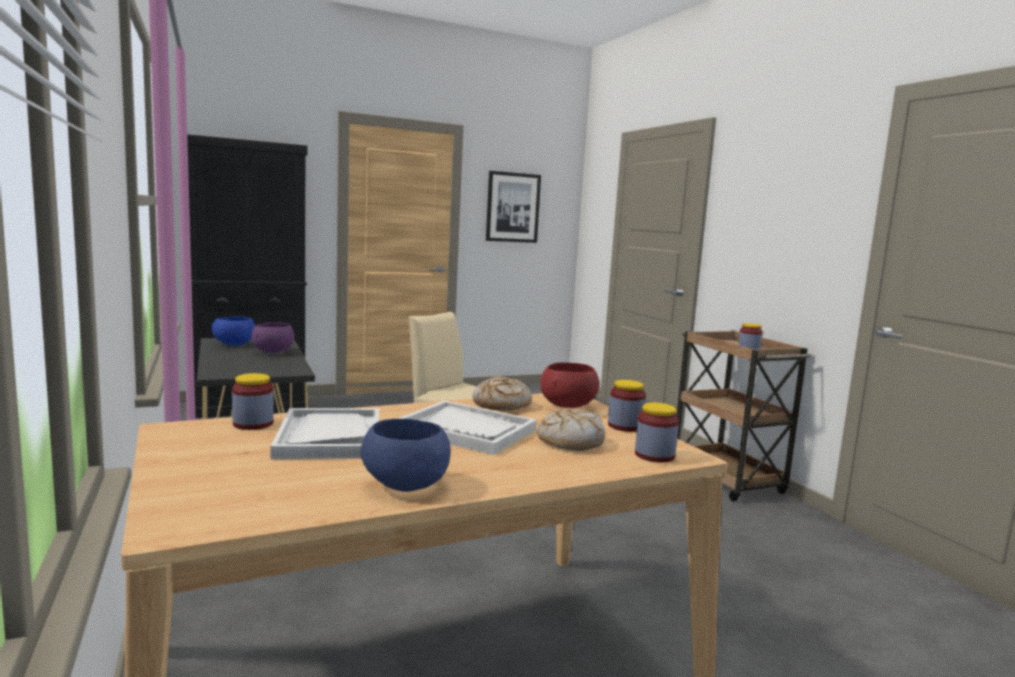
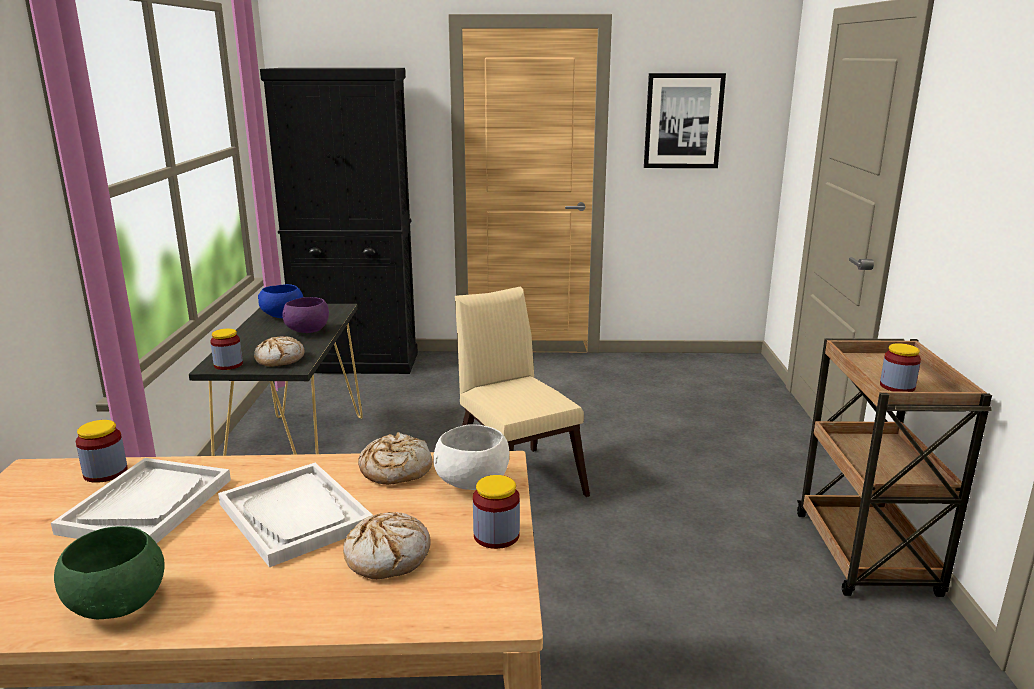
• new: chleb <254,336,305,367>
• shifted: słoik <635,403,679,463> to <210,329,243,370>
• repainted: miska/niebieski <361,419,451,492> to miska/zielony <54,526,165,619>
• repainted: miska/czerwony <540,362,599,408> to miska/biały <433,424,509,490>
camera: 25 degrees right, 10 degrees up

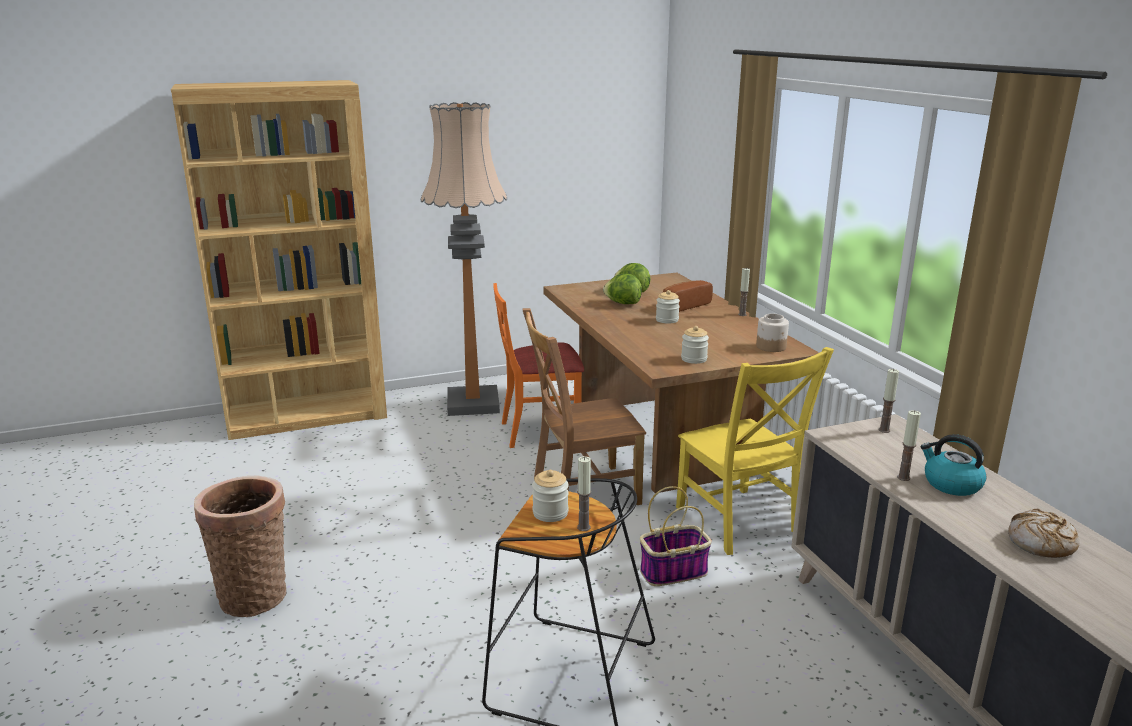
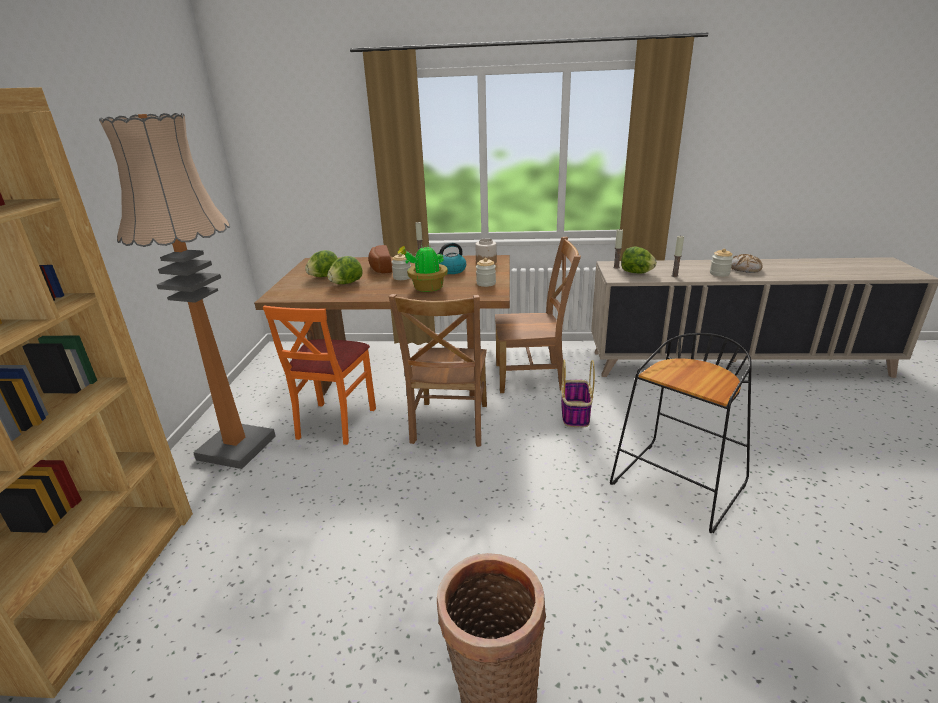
• gone: świeca <577,456,591,531>
• new: roślina doniczkowa <397,245,448,292>
• new: sałata <621,247,657,273>
• shifted: słoik <532,470,569,522> to <710,248,733,277>
• shifted: czajnik <921,434,987,496> to <438,243,466,274>
• repainted: krzesło/żółty <676,347,834,555> to krzesło/brązowy <495,236,581,393>
camera: 65 degrees left, 5 degrees up

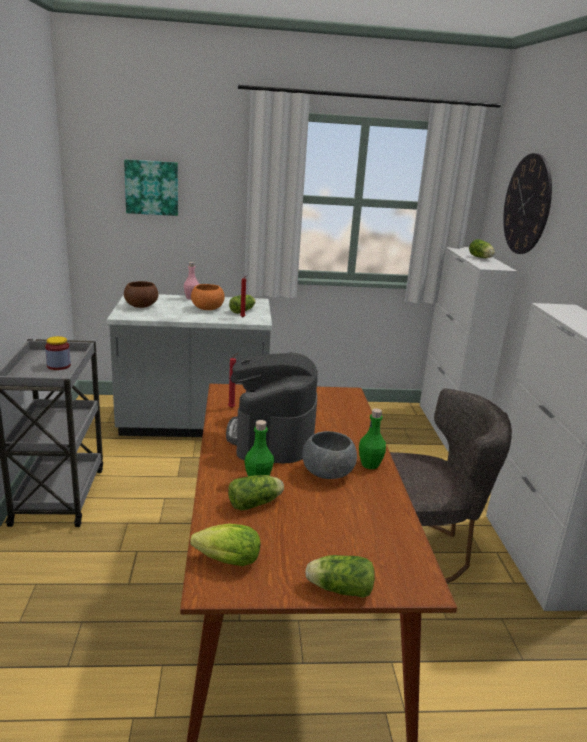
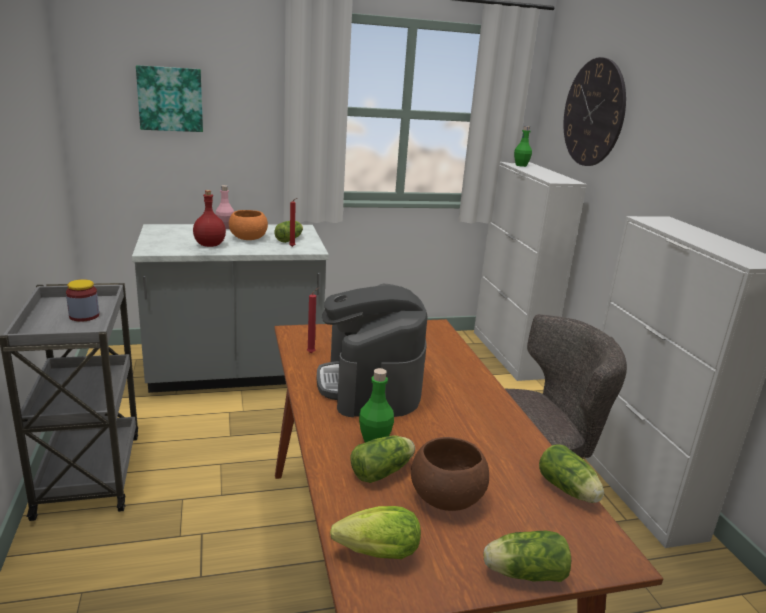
• gone: miska/szary <302,431,357,479>
• new: butelka/czerwony <193,190,226,247>
• shifted: miska/brązowy <124,281,158,308> to <411,437,489,511>
• shifted: butelka/zielony <359,408,386,469> to <514,126,532,167>
• shifted: sałata <469,239,495,258> to <539,444,604,503>
camera: 10 degrees left, 0 degrees up

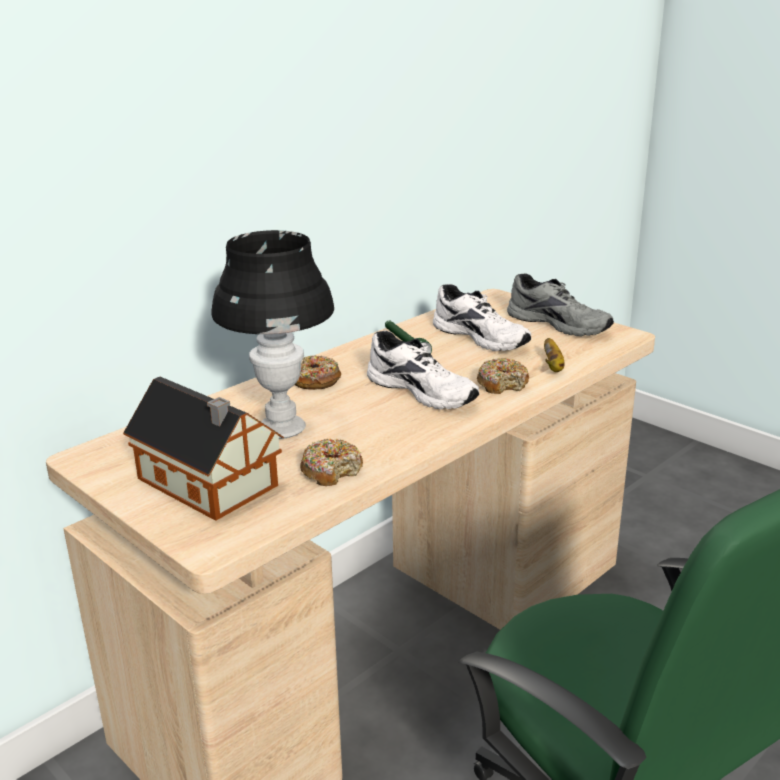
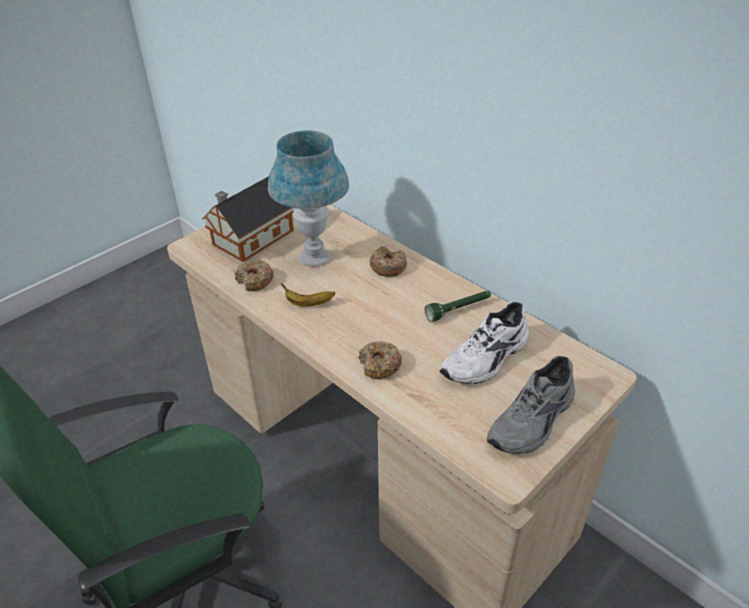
• gone: but/biały <367,331,479,410>
• shifted: banan <544,338,565,372> to <281,283,335,307>
• repainted: lampa stołowa/czarny <211,230,334,439> to lampa stołowa/niebieski <268,131,349,266>
camera: 90 degrees right, 15 degrees up

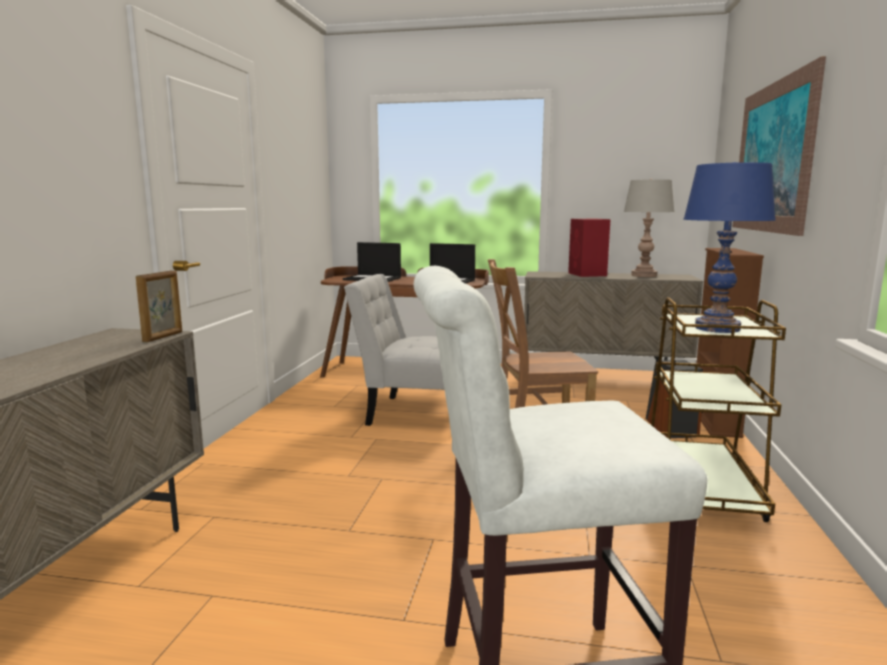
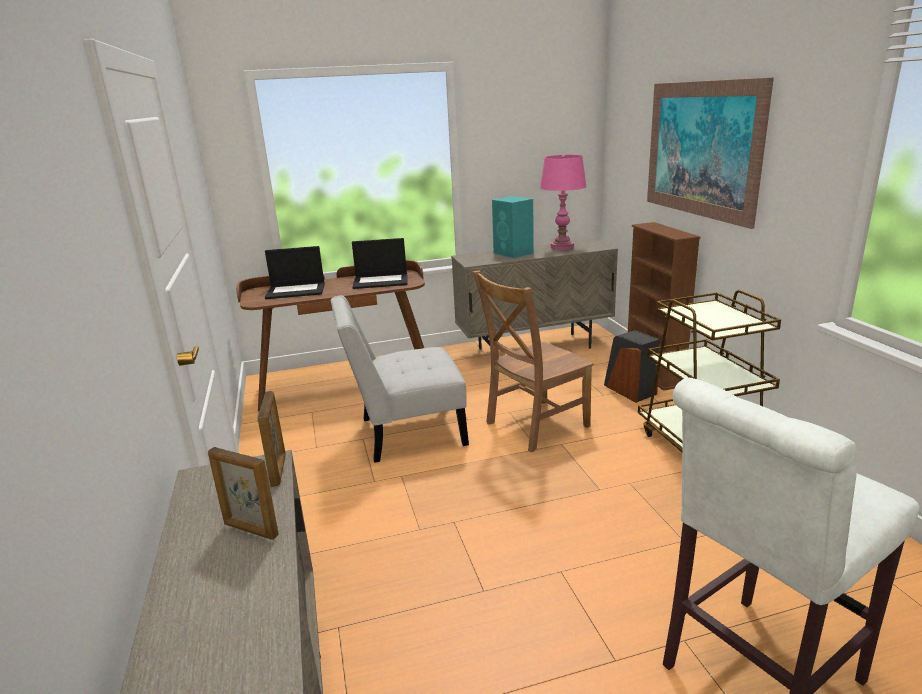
• gone: lampa stołowa/niebieski <683,162,776,333>
• new: ramka na zdjęcie <208,447,279,540>
• repainted: głośnik/czerwony <568,219,610,277> to głośnik/turkusowy <492,196,534,258>
• repainted: lampa stołowa/szary <624,179,675,277> to lampa stołowa/różowy <540,155,587,250>
camera: 25 degrees left, 10 degrees up

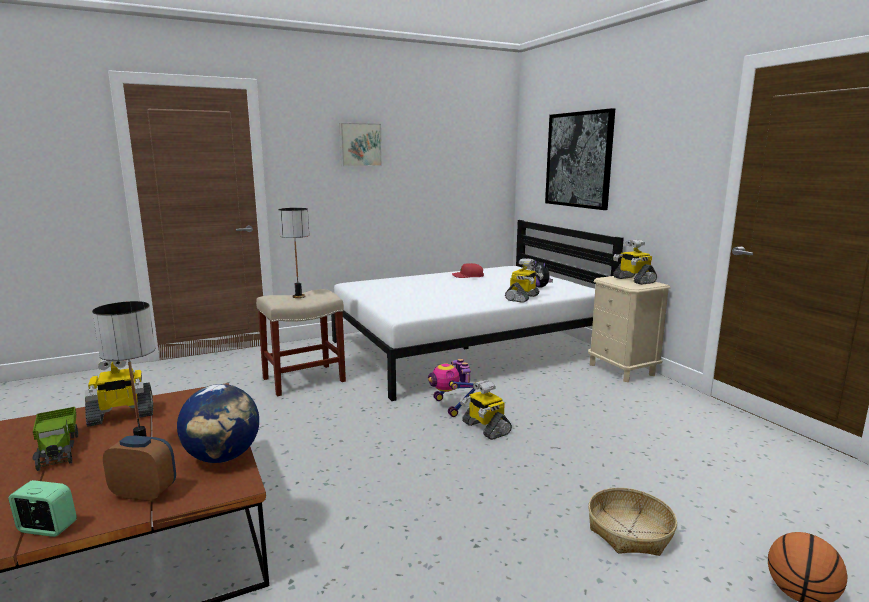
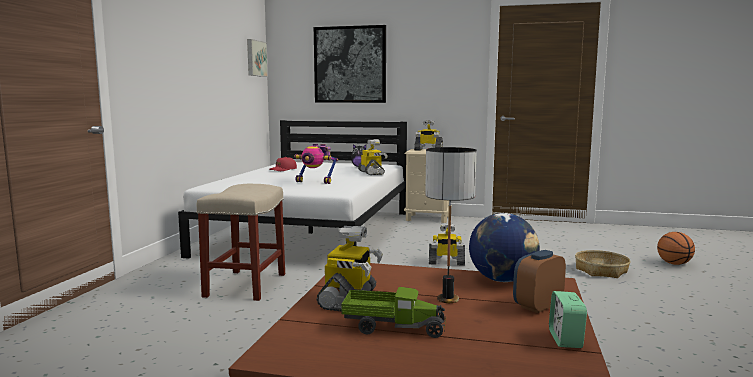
• gone: lampa stołowa <278,208,309,298>
• shifted: obraz <339,123,382,166> to <247,39,268,77>
• shifted: robot zabawkowy <428,359,475,417> to <294,144,338,184>
• rotated: budzik <9,480,77,537> = <549,291,587,348> 45 degrees counterclockwise
camera: 50 degrees left, 5 degrees down

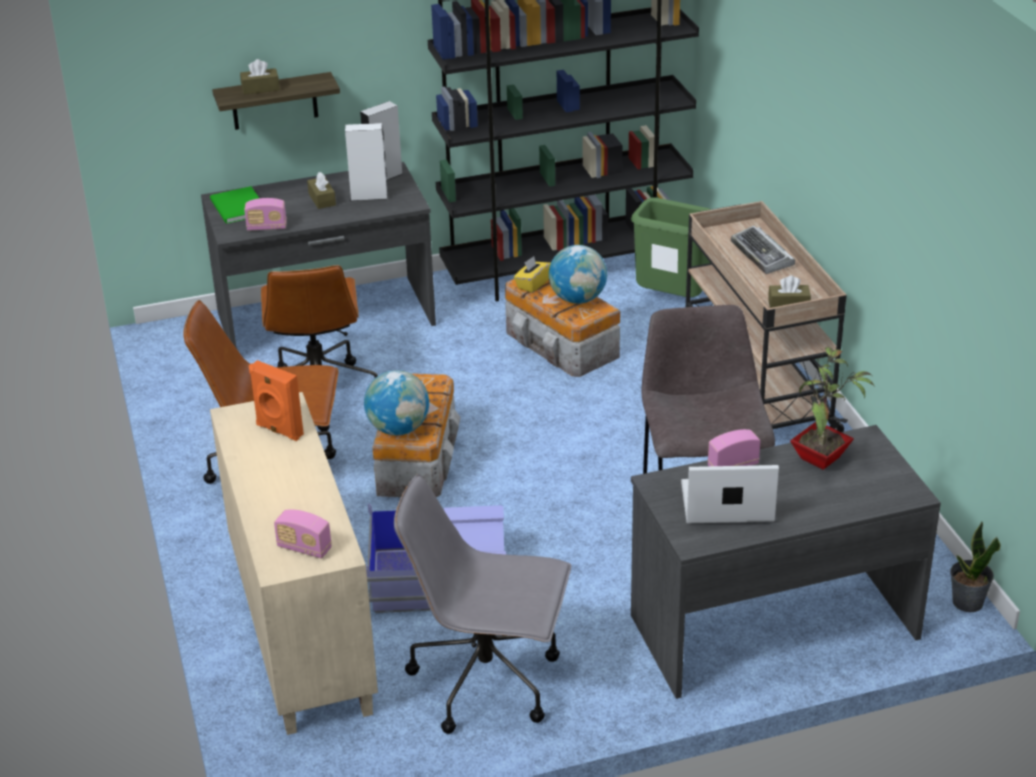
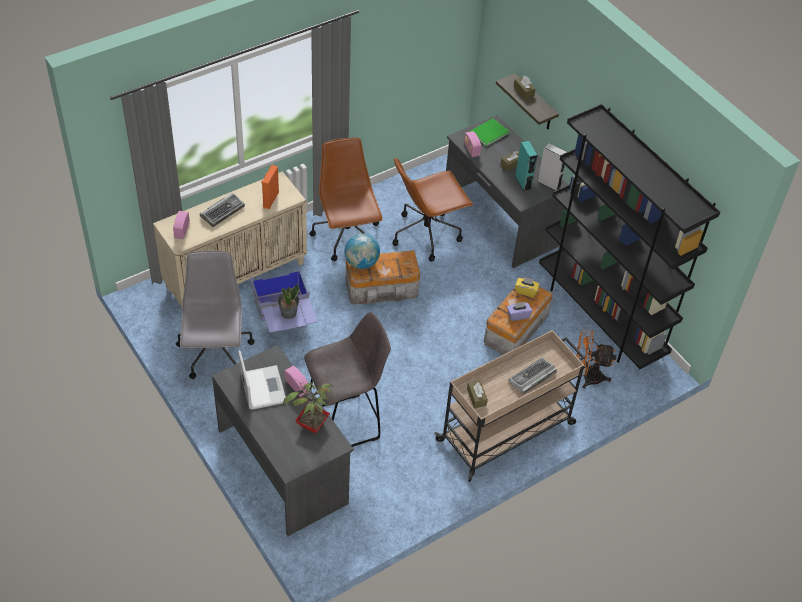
• new: klawiatura <200,193,245,227>
• shifted: roślina doniczkowa <950,521,1000,612> to <277,284,299,319>
• swapped: globus <549,245,607,304> to pudełko chusteczek/fioletowy <507,302,533,321>
• swapped: kosz na śmieci/zielony <631,197,711,297> to wentylator/pomarańczowy <577,329,616,389>
• repainted: głośnik/biały <345,123,388,201> to głośnik/turkusowy <515,141,538,191>
camera: 70 degrees right, 15 degrees up

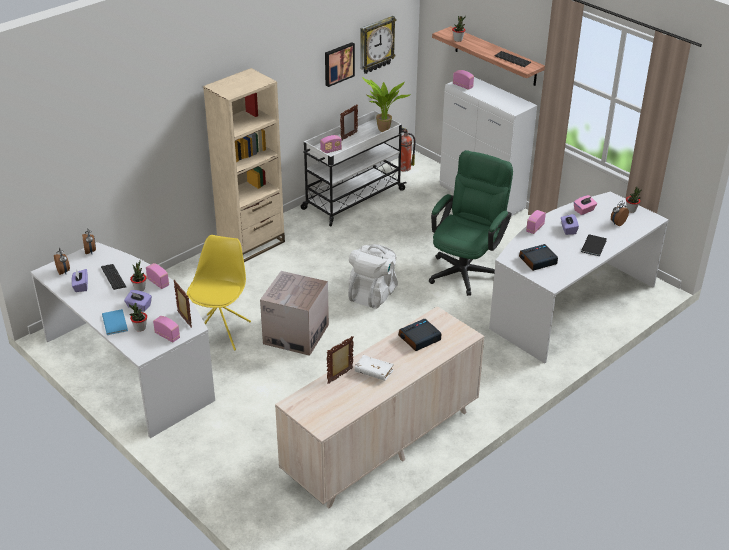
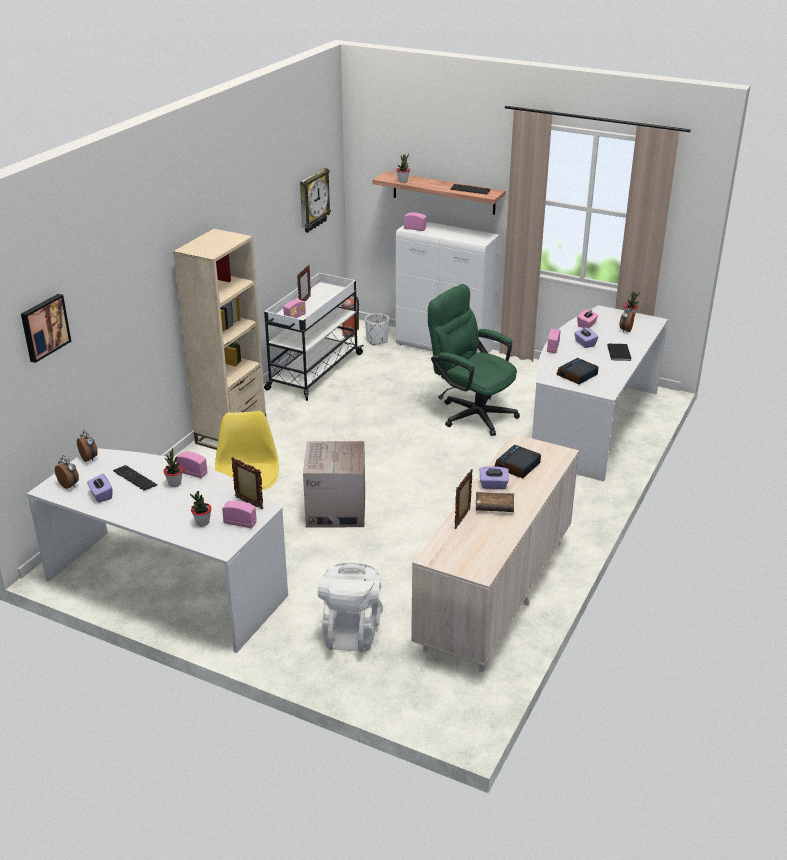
• gone: książka/niebieski <102,309,128,335>
• gone: roślina doniczkowa <362,77,411,132>
• new: donica/biały <365,313,389,345>
• shifted: pudełko chusteczek/fioletowy <124,290,152,312> to <480,466,509,489>
• shifted: obraz <325,42,355,87> to <21,294,71,363>
• shifted: plecak/biały <348,244,398,309> to <318,562,383,652>
• repainted: książka/biały <355,355,394,381> to książka/brązowy <476,492,514,512>
• rotated: krzesło biurowe/zielony <429,150,513,296> = <428,284,520,436> 60 degrees counterclockwise
camera: 20 degrees left, 5 degrees down

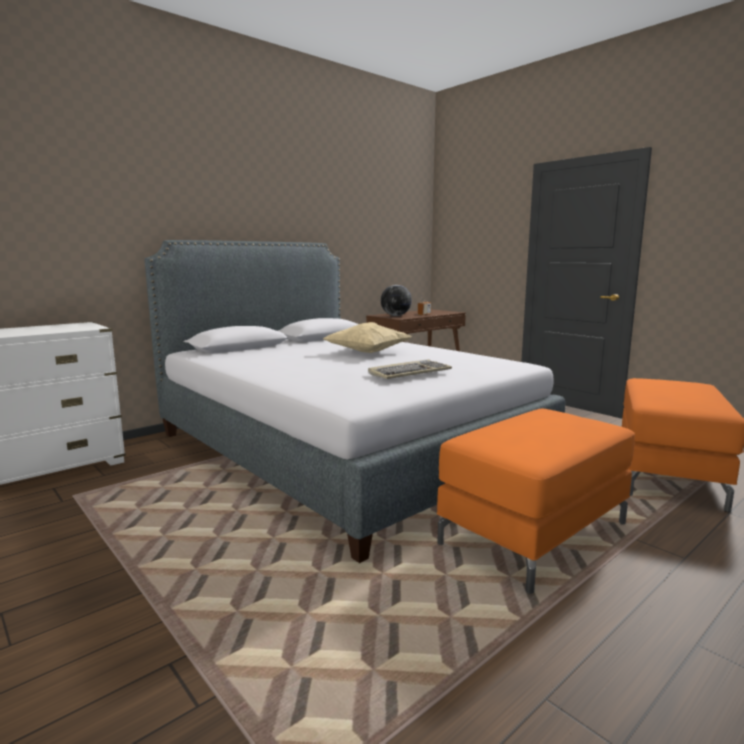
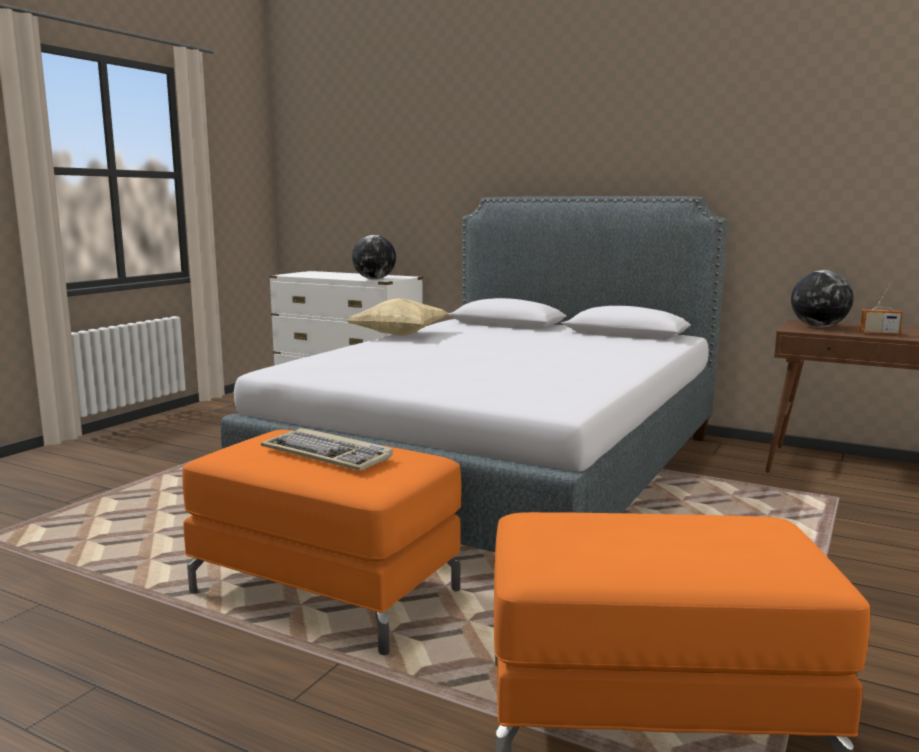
• new: globus <352,235,396,279>
• shifted: poduszka/beżowy <323,322,411,353> to <346,298,448,336>
• shifted: klawiatura <368,359,452,379> to <261,428,393,471>
camera: 70 degrees right, 0 degrees up

